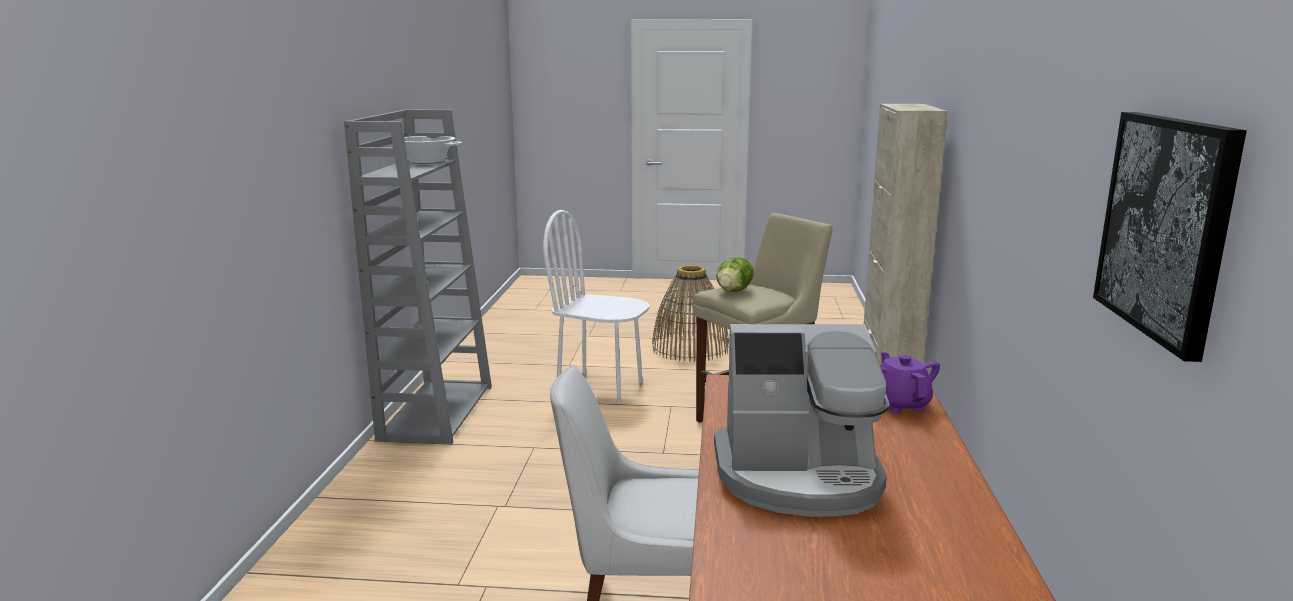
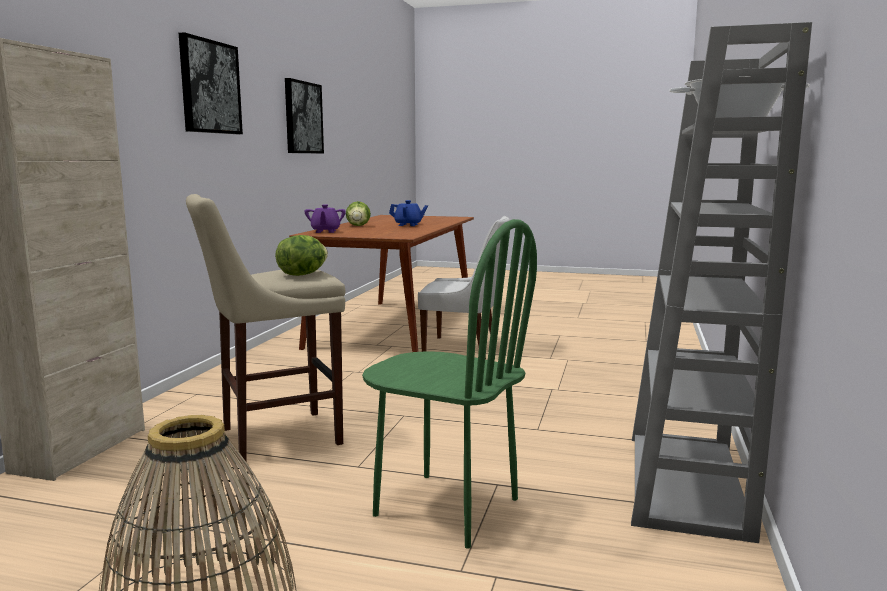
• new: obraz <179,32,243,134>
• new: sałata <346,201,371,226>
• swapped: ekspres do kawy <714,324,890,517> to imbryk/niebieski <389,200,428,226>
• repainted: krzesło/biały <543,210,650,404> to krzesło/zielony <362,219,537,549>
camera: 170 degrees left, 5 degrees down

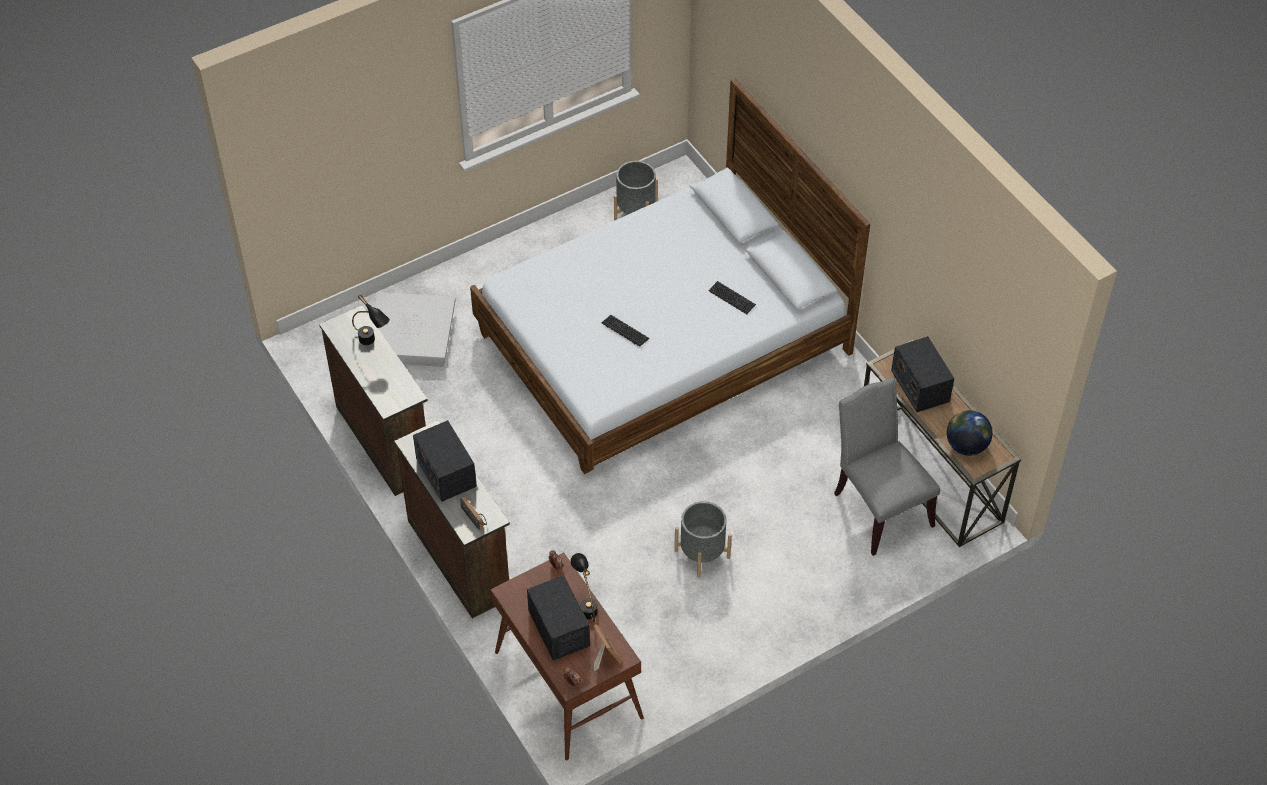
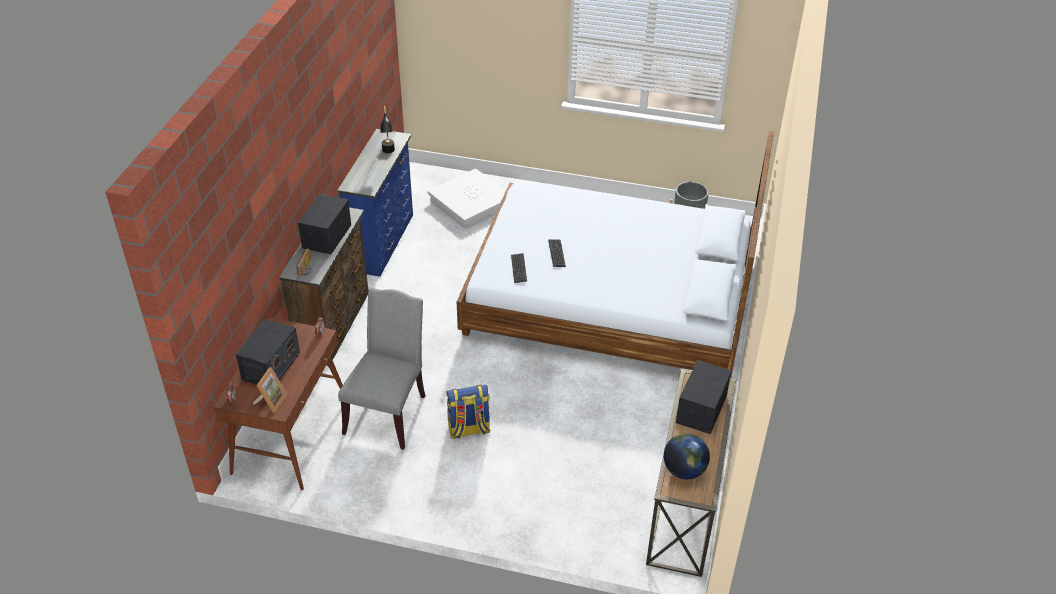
• gone: lampa stołowa/czarny <570,553,598,622>
• shifted: klawiatura <708,281,756,314> to <511,253,527,283>
• shifted: krzesło/szary <834,377,940,556> to <338,288,425,450>
• swapped: donica/szary <674,501,732,578> to plecak <446,385,491,439>
• repainted: komoda/brązowy <319,305,428,496> to komoda/niebieski <337,129,413,277>
camera: 45 degrees right, 10 degrees down

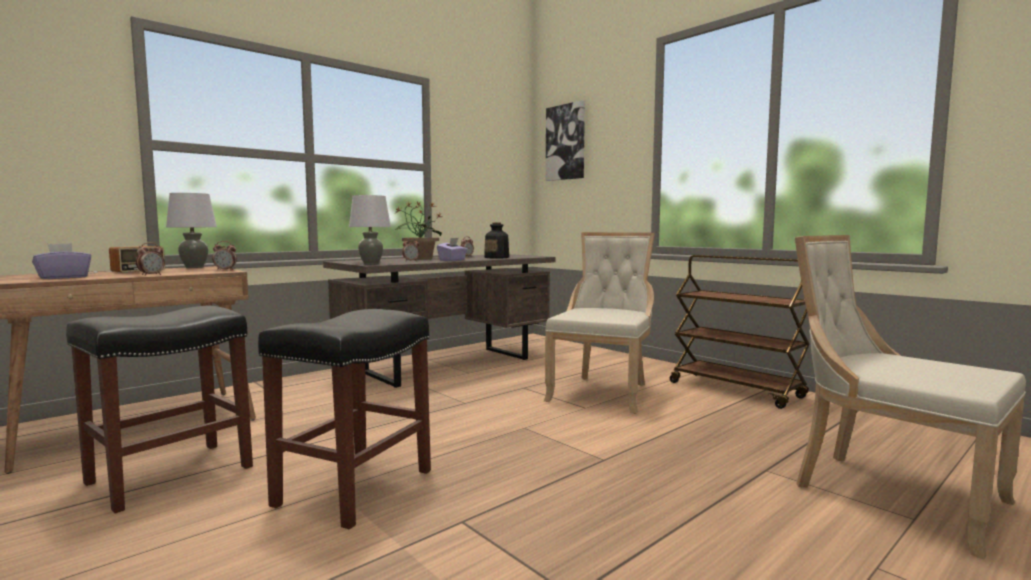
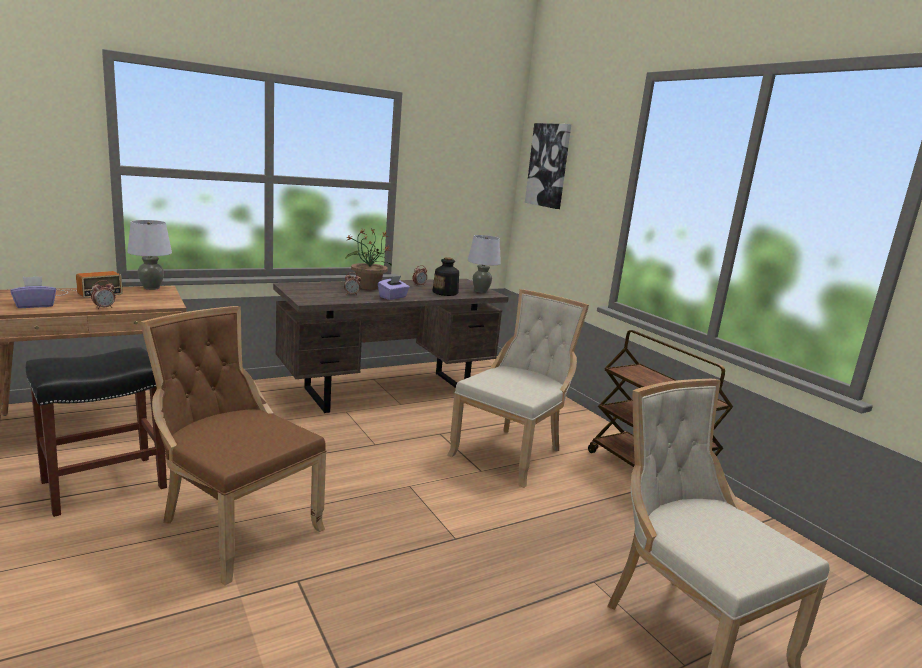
• gone: budzik <212,241,237,271>
• shifted: lampa stołowa/szary <349,195,391,265> to <468,235,501,293>
• swapped: stołek/czarny <258,309,431,529> to krzesło/brązowy <140,306,327,585>
camera: 10 degrees right, 10 degrees up

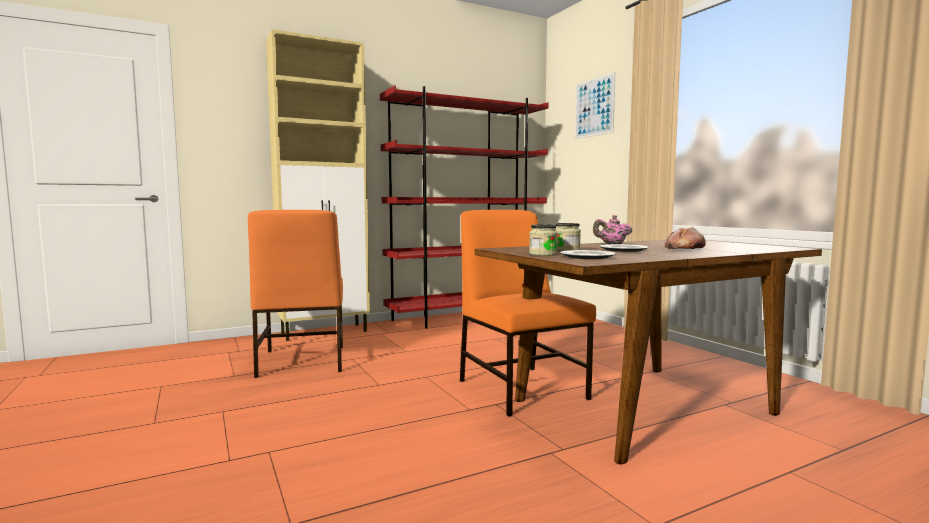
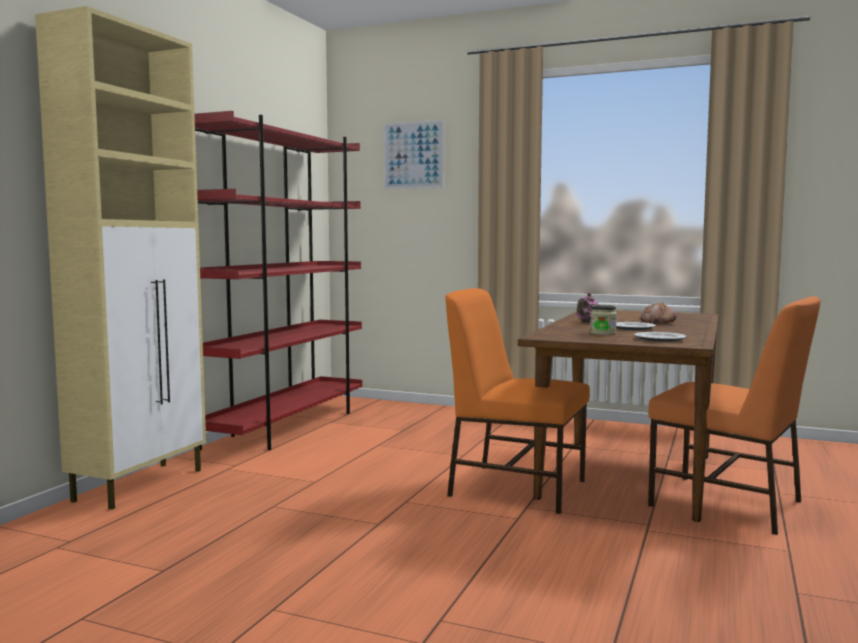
• gone: słoik <529,225,558,256>
• shifted: krzesło/pomarańczowy <248,210,343,378> to <648,296,821,535>
camera: 40 degrees left, 0 degrees up

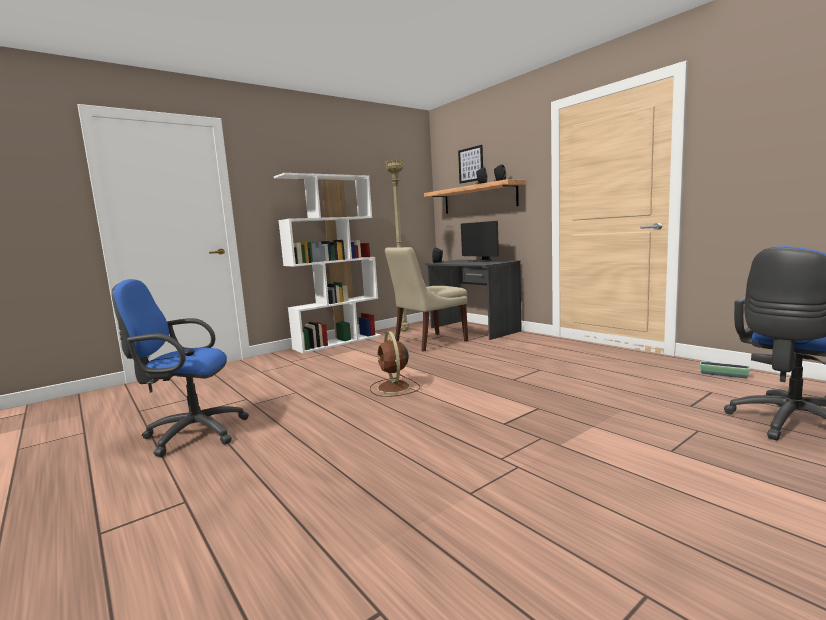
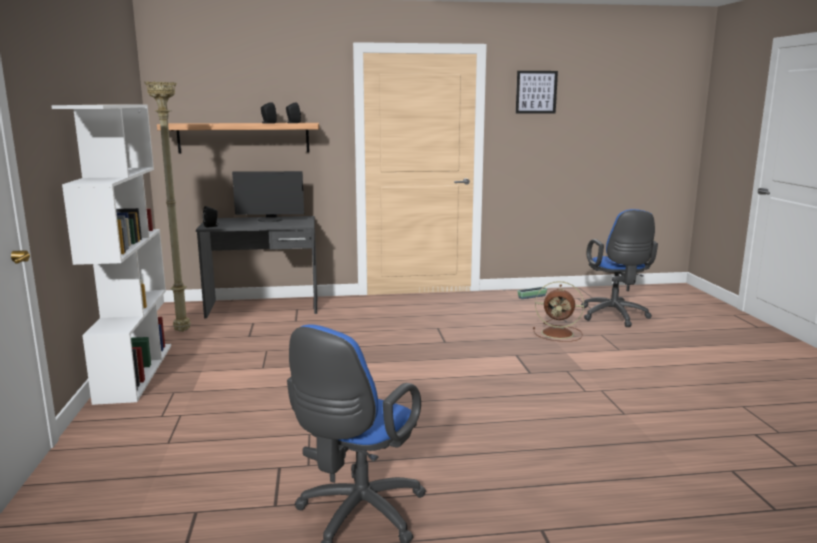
• gone: krzesło/beżowy <385,247,468,352>
• shifted: wentylator/brązowy <370,331,420,397> to <533,281,584,342>
• shifted: obraz <458,145,483,184> to <516,71,558,114>
camera: 60 degrees left, 5 degrees up

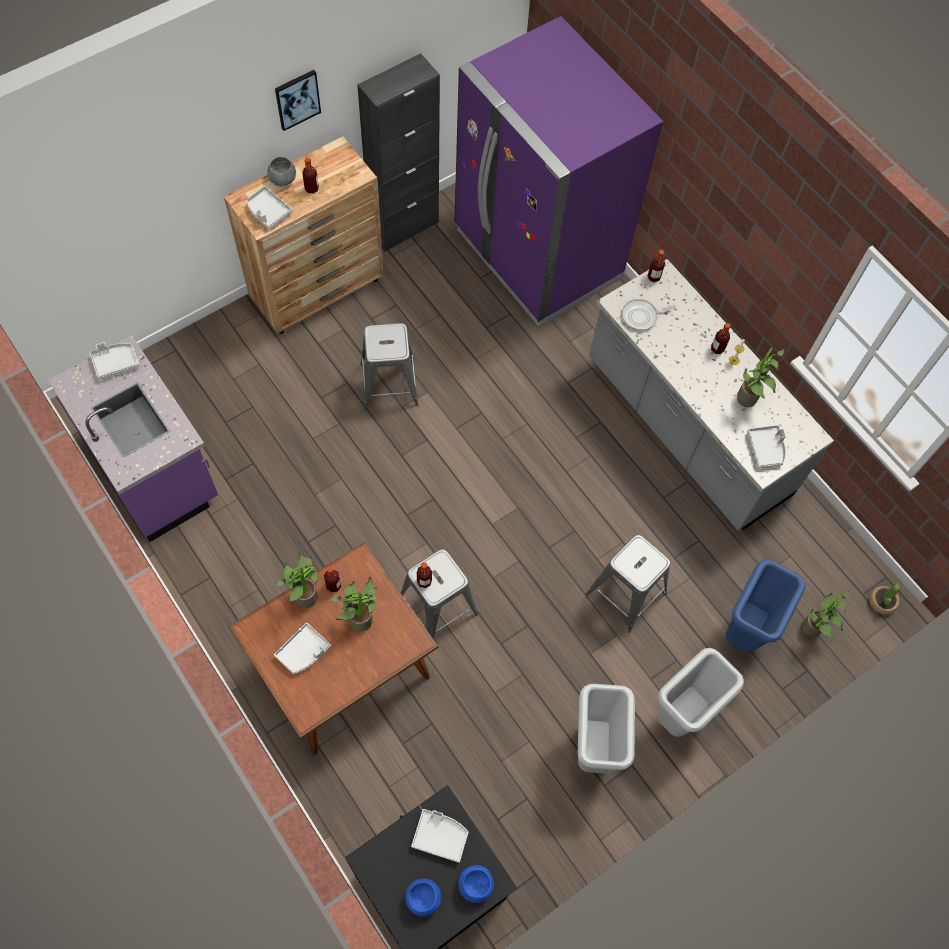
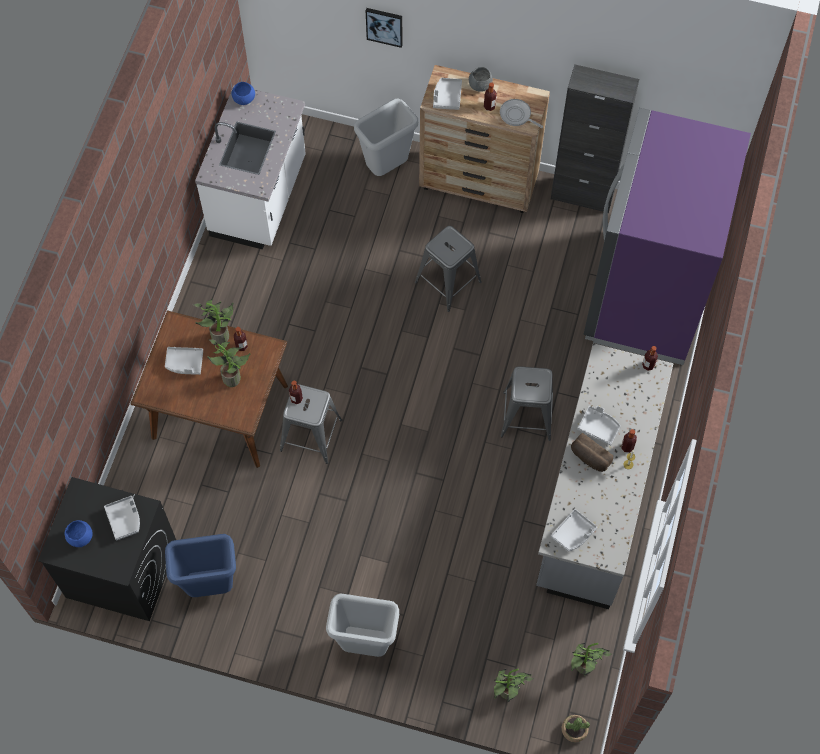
• new: chleb <571,433,613,472>
• shifted: taca/szary <90,342,140,380> to <577,406,621,446>
• shifted: obraz <275,70,321,131> to <366,8,403,48>
• shifted: miska/niebieski <458,865,494,903> to <232,82,255,105>
• shifted: kosz na śmieci/szary <578,684,635,773> to <354,99,418,176>
• shifted: stołek/szary <586,535,671,633> to <500,366,553,441>
• shifted: patelnia <622,299,676,331> to <500,99,543,128>
• shifted: kosz na śmieci/niebieski <726,560,805,652> to <165,534,236,597>
• shifted: roślina doniczkowa <737,348,784,407> to <571,643,612,675>
• repainted: zabudowa kuchenna/fioletowy <48,336,218,542> to zabudowa kuchenna/biały <195,85,306,249>
camera: 55 degrees right, 0 degrees up

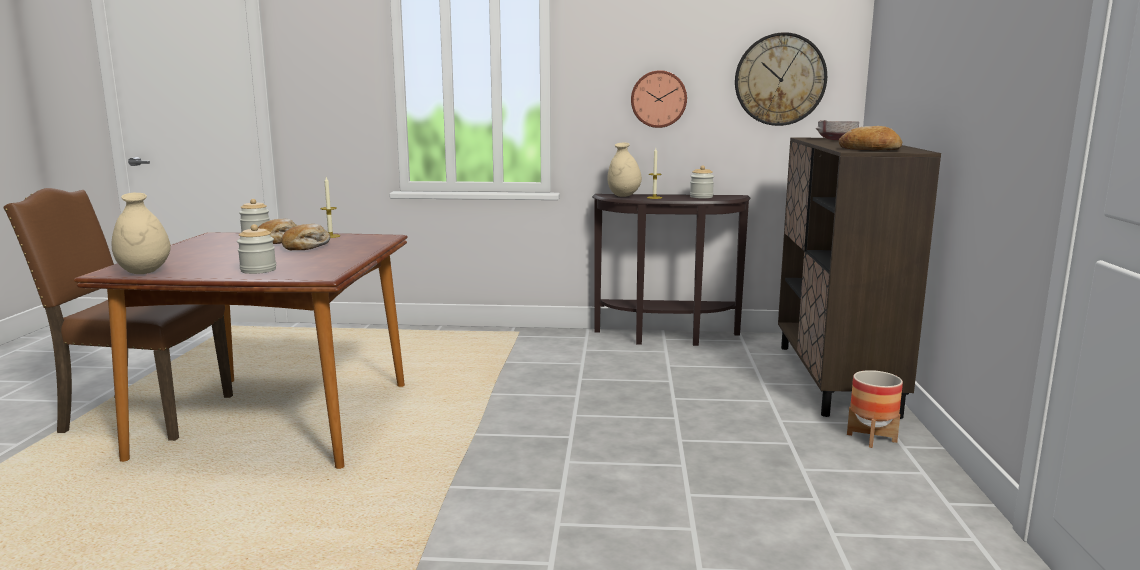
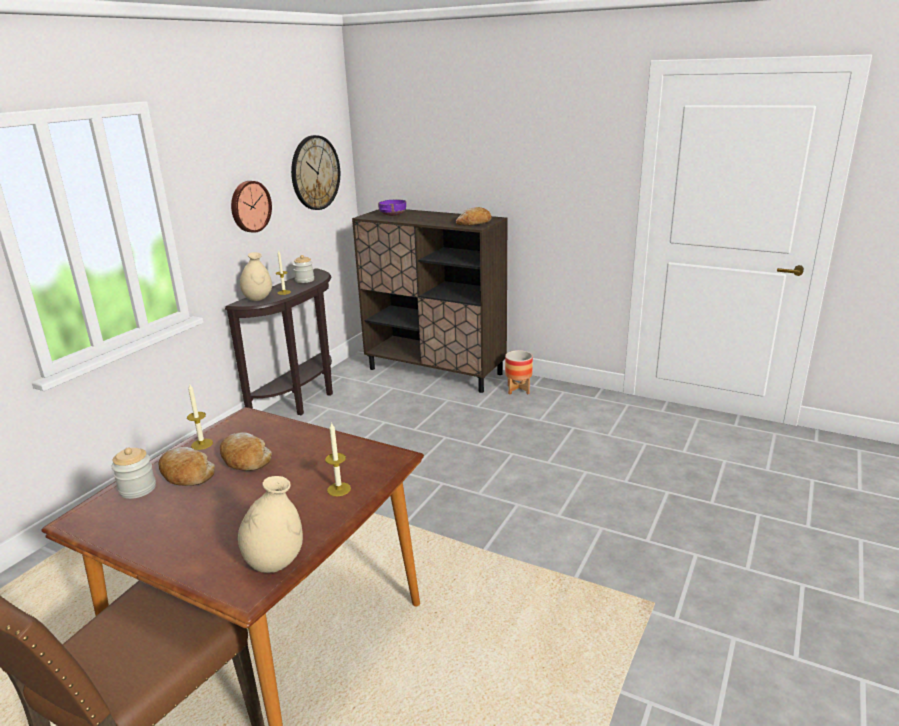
• swapped: słoik <237,224,276,274> to świeca <325,422,351,496>
• repainted: miska/szary <815,120,859,140> to miska/fioletowy <378,200,406,216>
camera: 65 degrees left, 10 degrees up

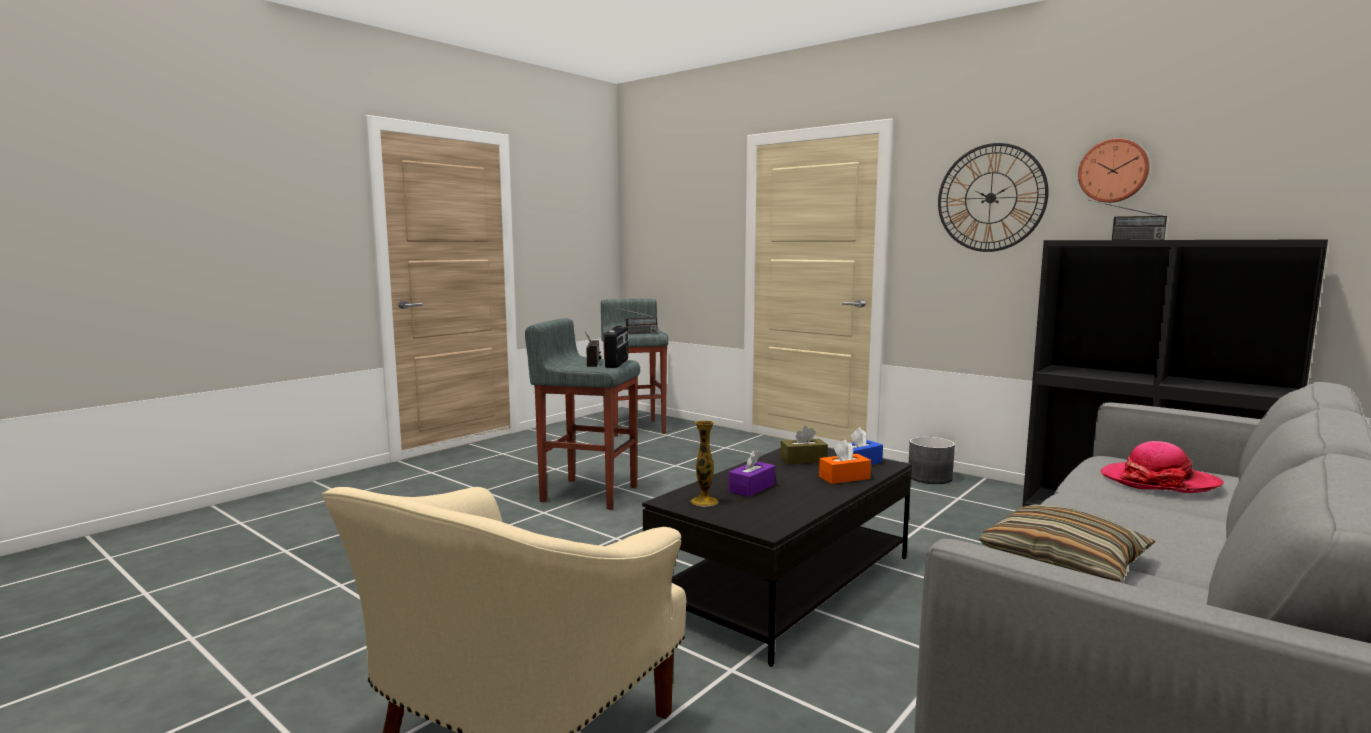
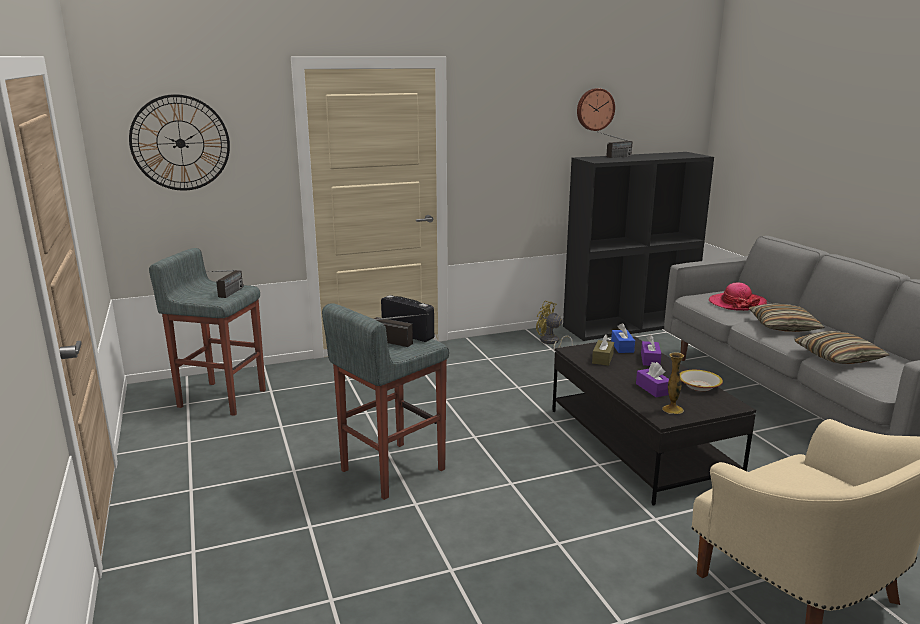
• gone: donica/szary <909,437,955,484>
• new: wentylator/żółty <536,301,573,350>
• new: miska <680,370,723,391>
• new: poduszka <749,303,825,332>
• shifted: zegar ścienny <938,143,1049,252> to <129,94,230,190>
• repainted: pudełko chusteczek/pomarańczowy <819,440,871,484> to pudełko chusteczek/fioletowy <641,335,661,366>
camera: 60 degrees left, 10 degrees up

